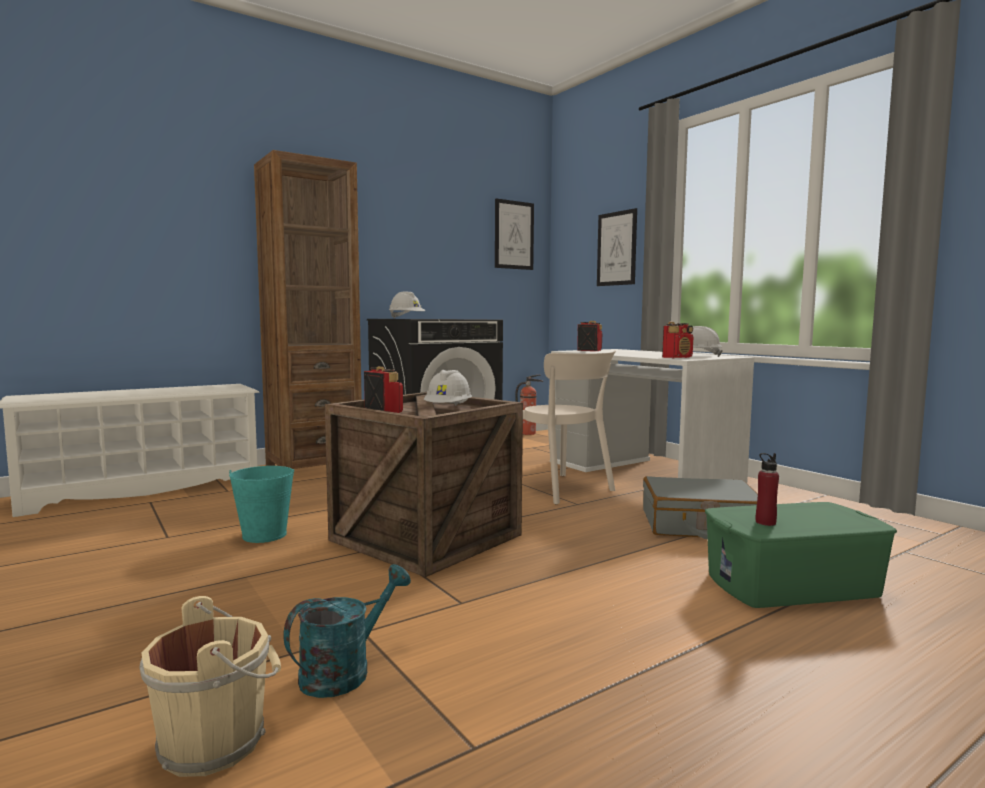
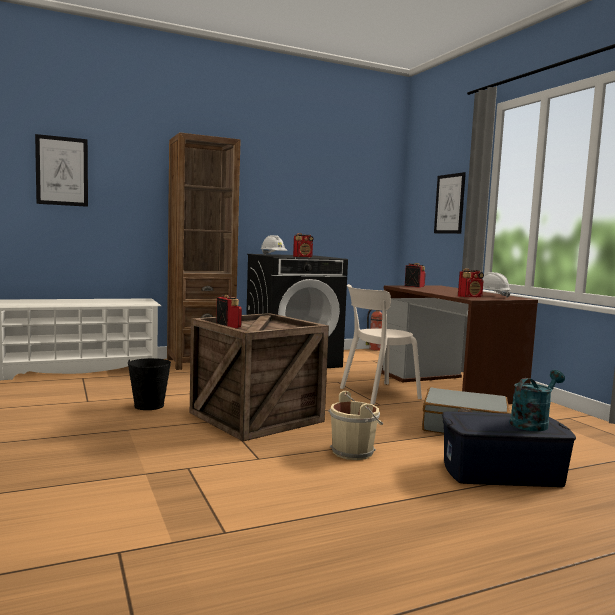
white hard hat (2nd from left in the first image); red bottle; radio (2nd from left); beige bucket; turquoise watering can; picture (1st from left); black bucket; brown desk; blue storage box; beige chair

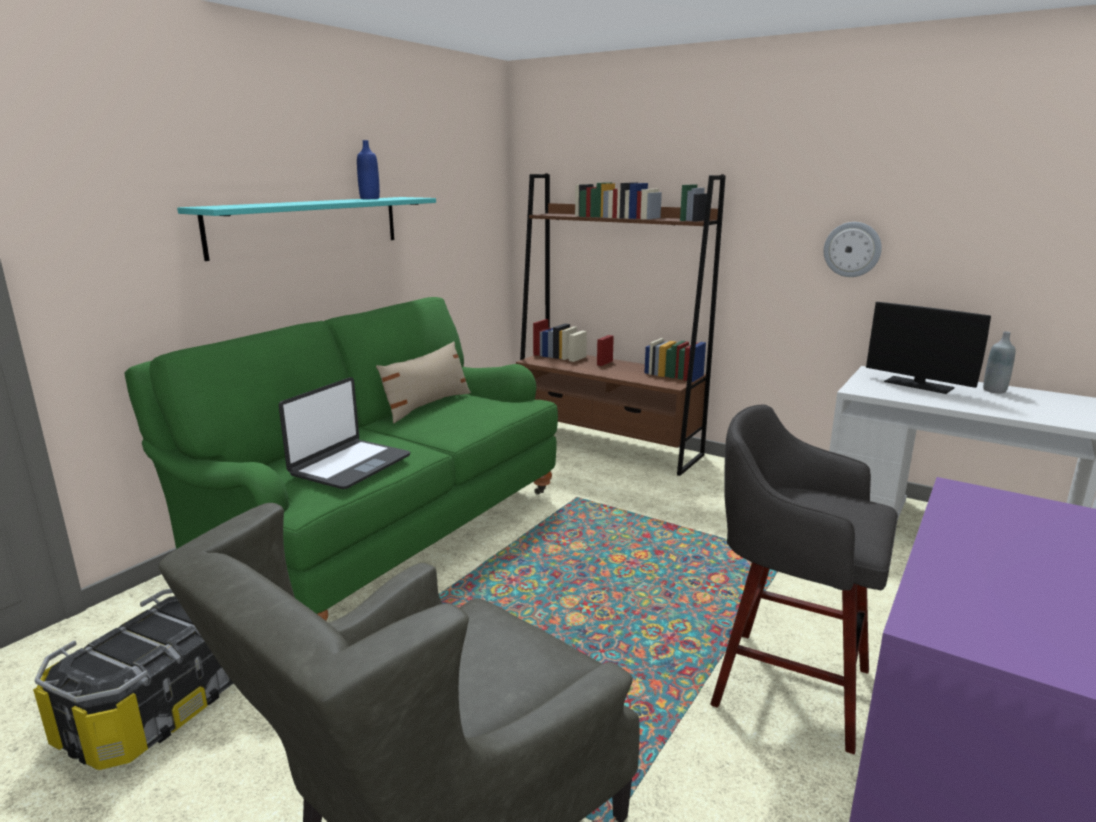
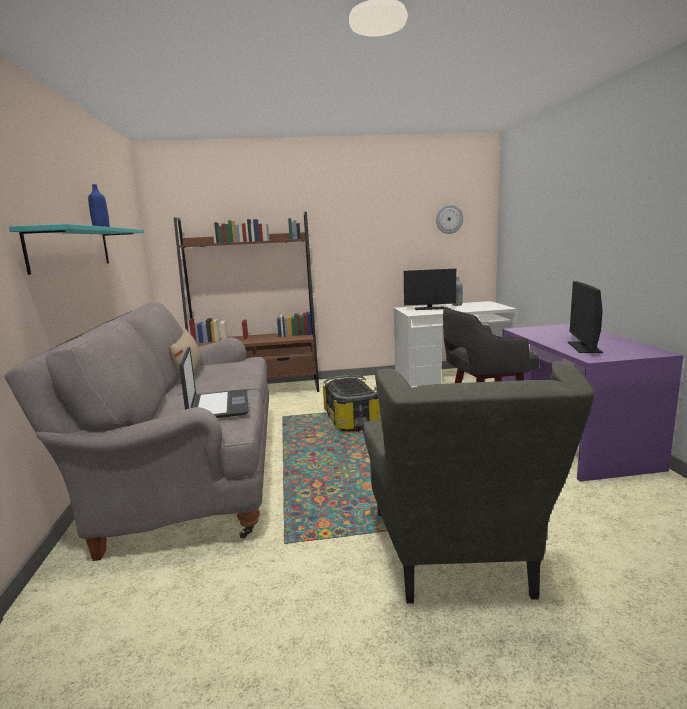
monitor (2nd from left); storage box; wall clock; grey sofa

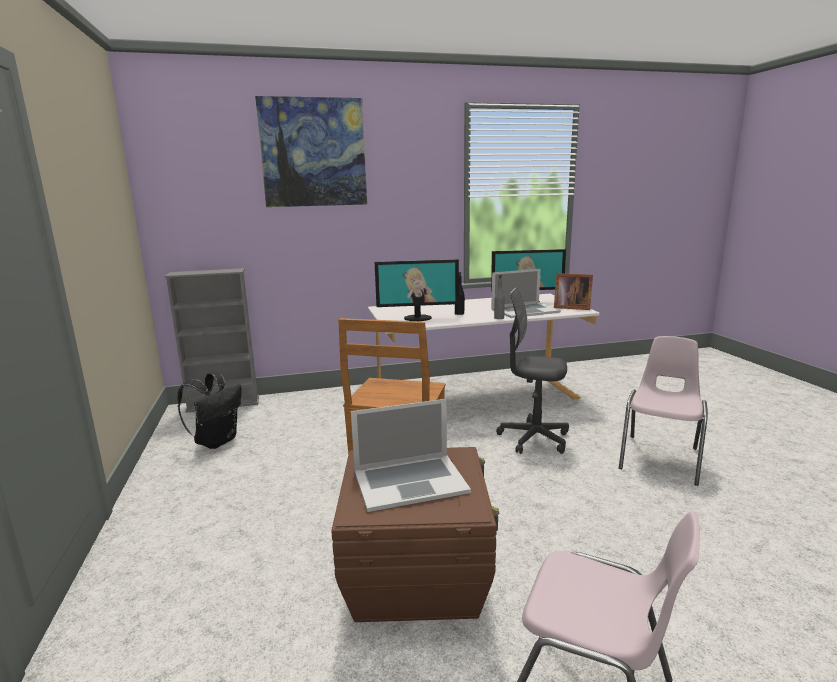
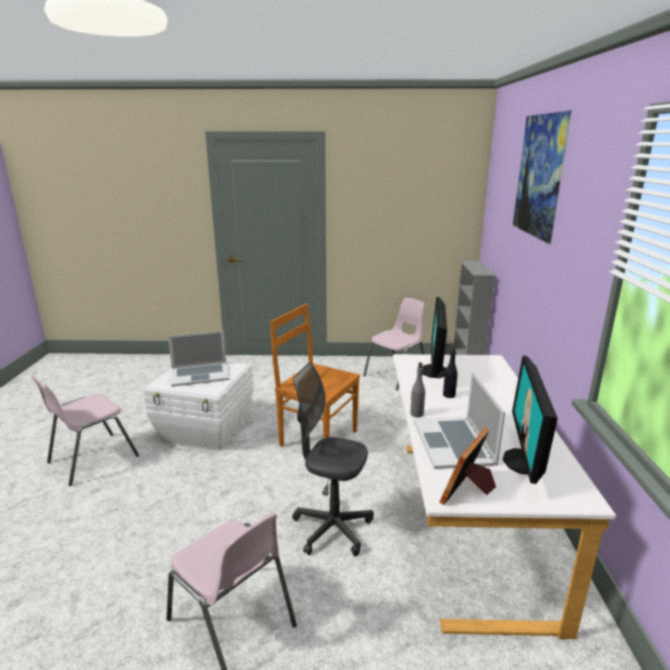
pink chair (3rd from left); white storage box; laptop (1st from left); grey office chair

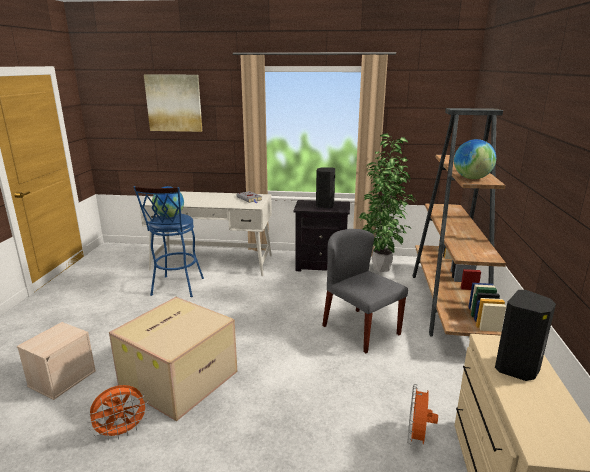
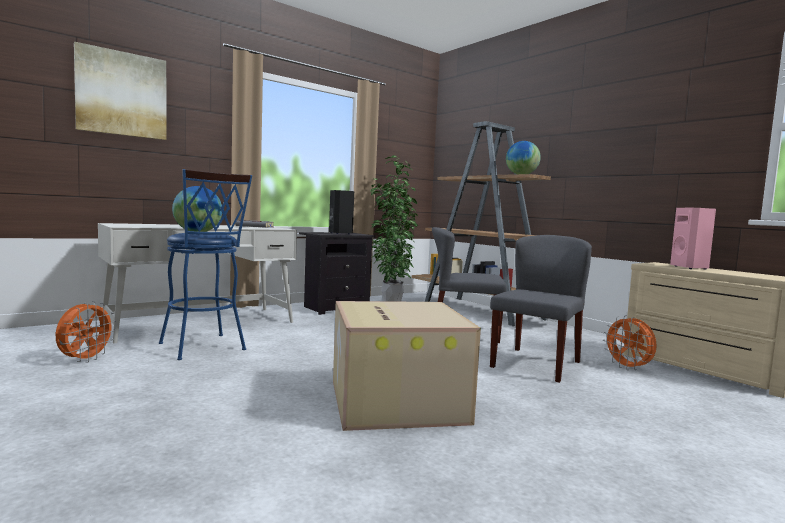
beige storage box; grey chair (2nd from left); orange fan (1st from left); pink speaker

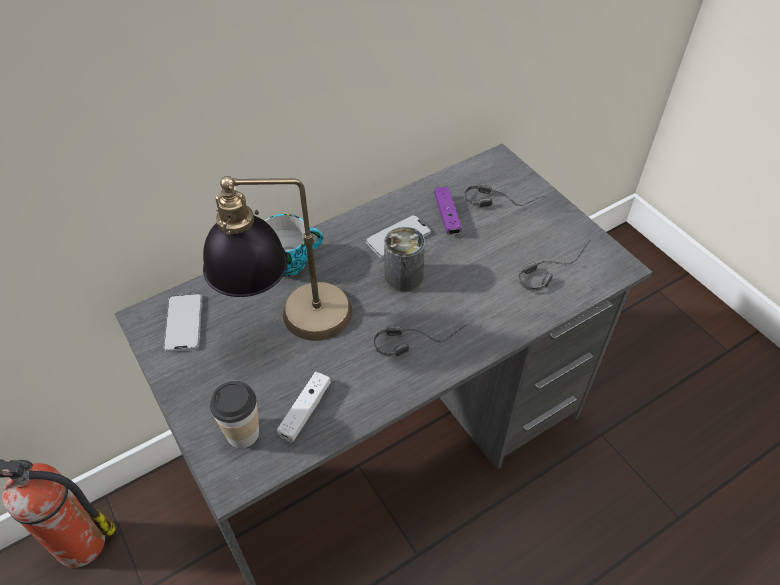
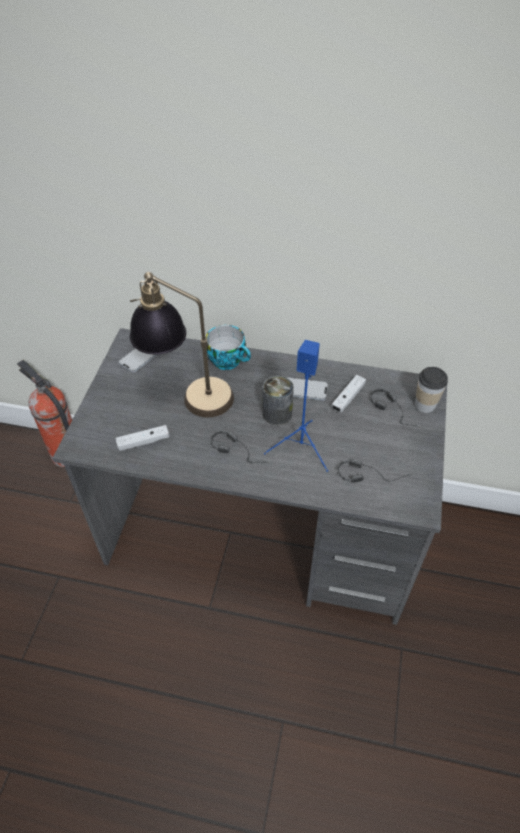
blue speaker; cup (2nd from left); white game controller (2nd from left)

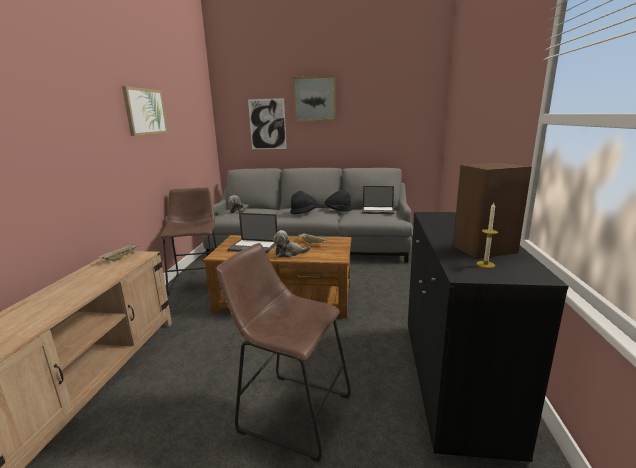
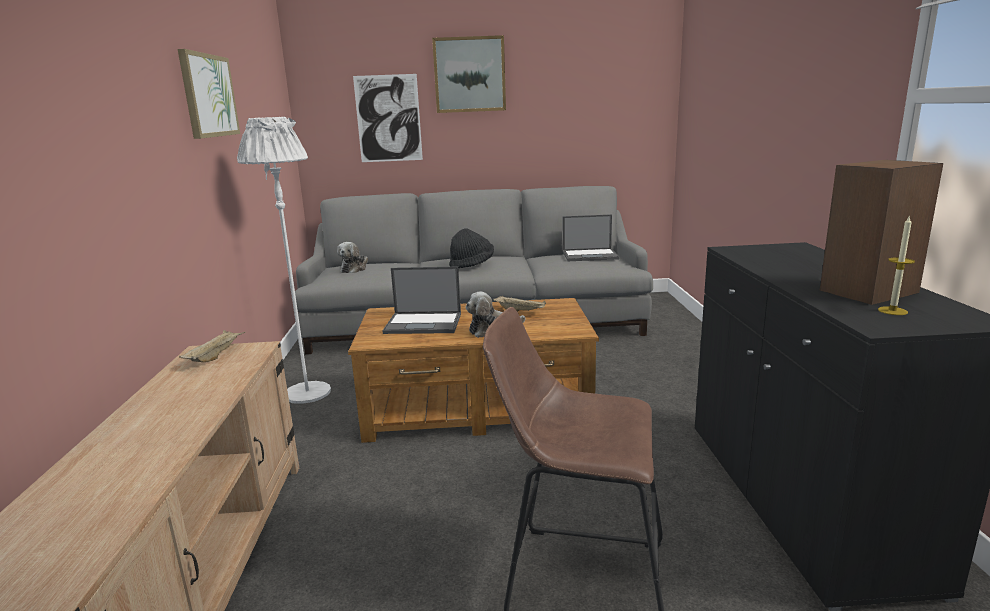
black hat (2nd from left in the first image); white floor lamp

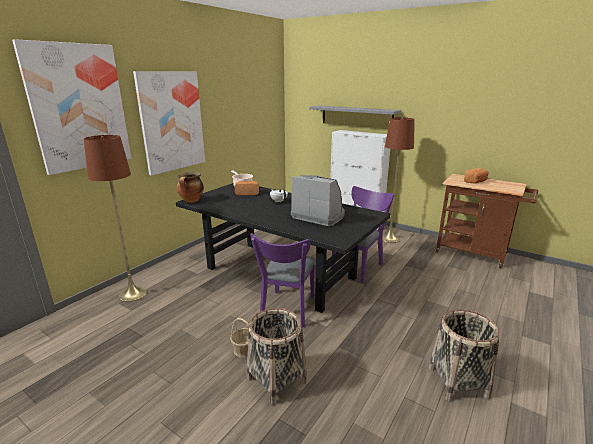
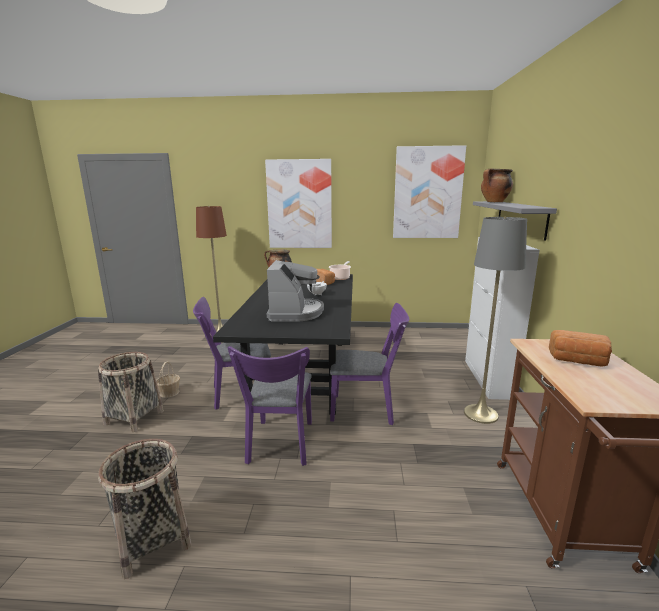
purple chair (2nd from left); cooking pot (3rd from left); picture (2nd from left); grey floor lamp

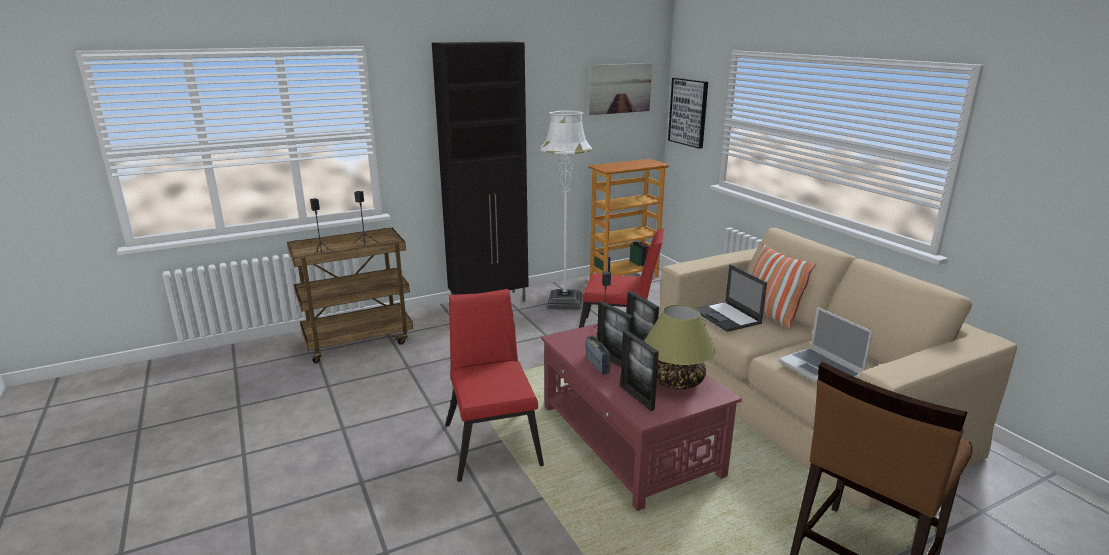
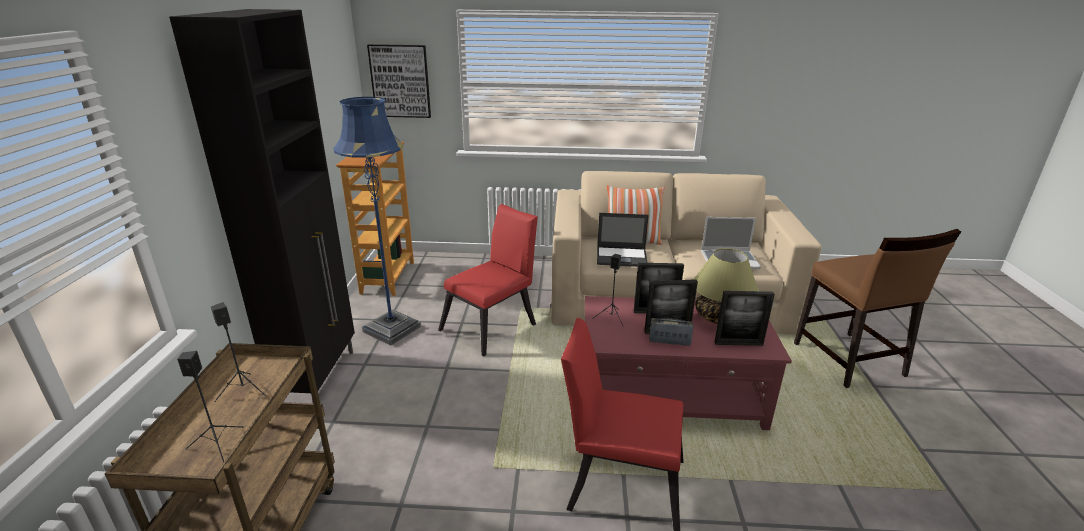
picture (1st from left in the first image); blue floor lamp

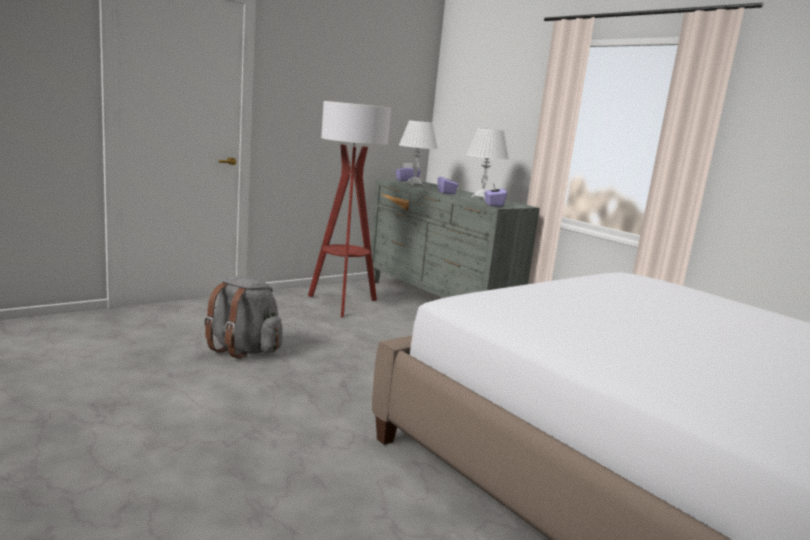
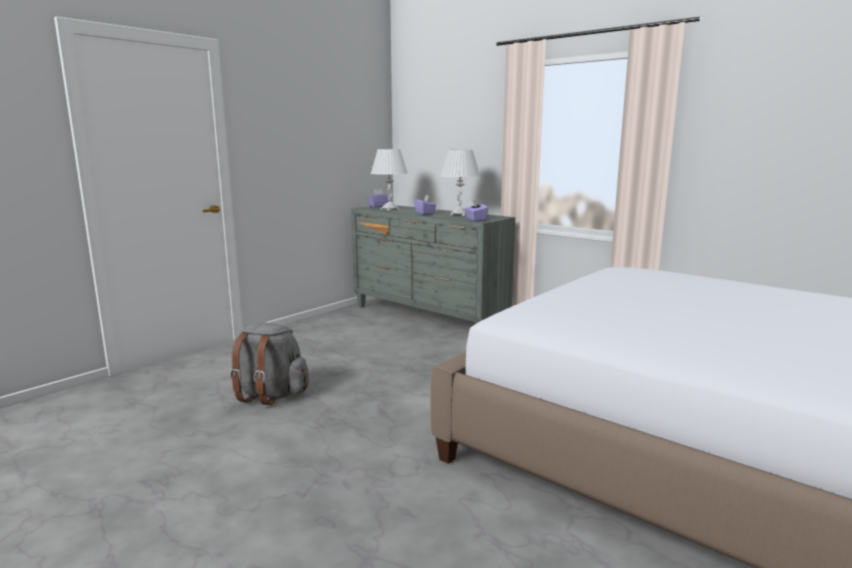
floor lamp

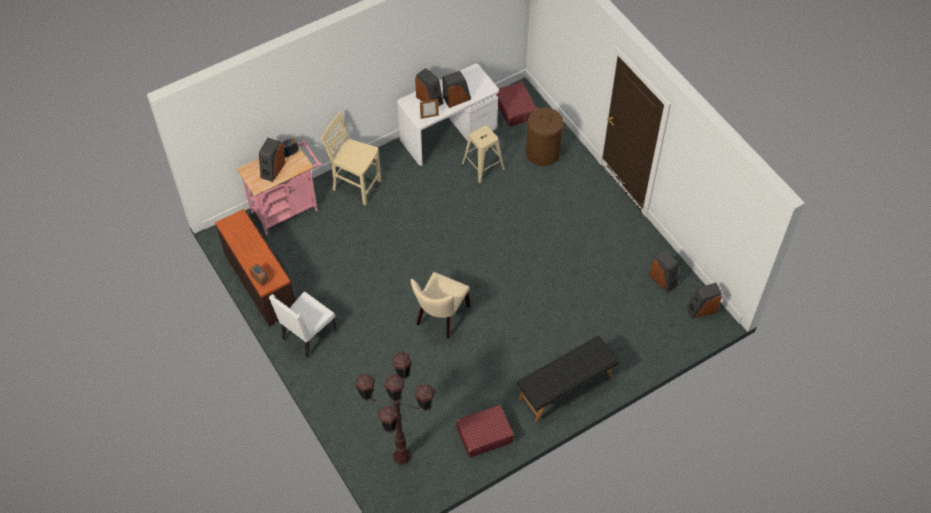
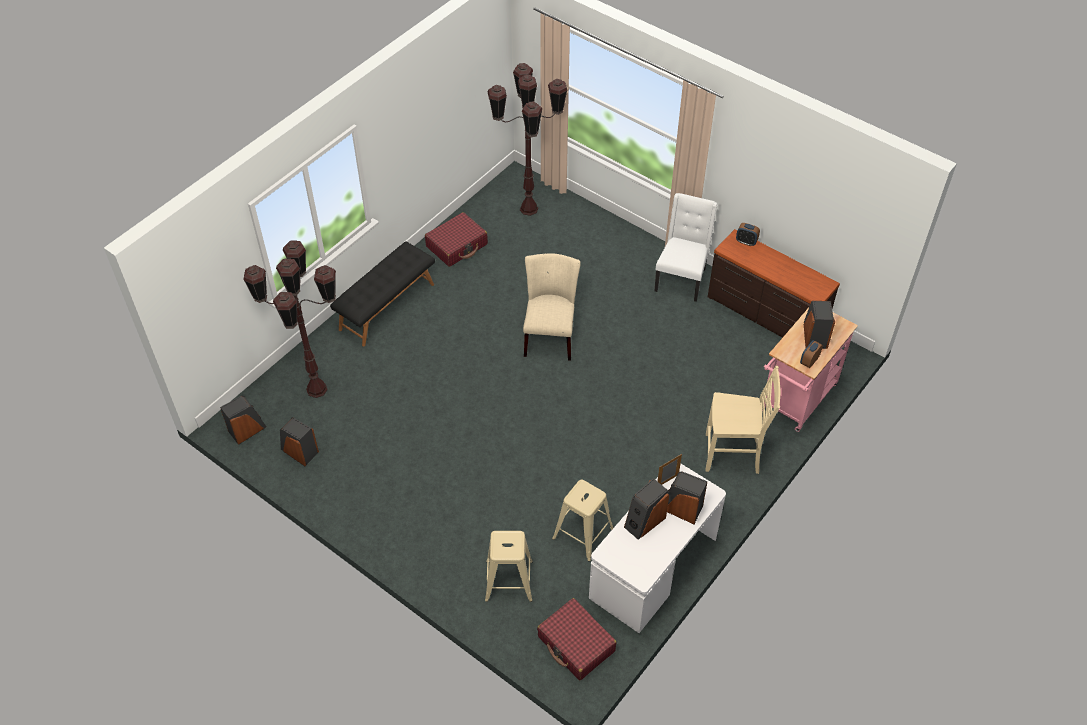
brown floor lamp (1st from left); beige stool (1st from left)

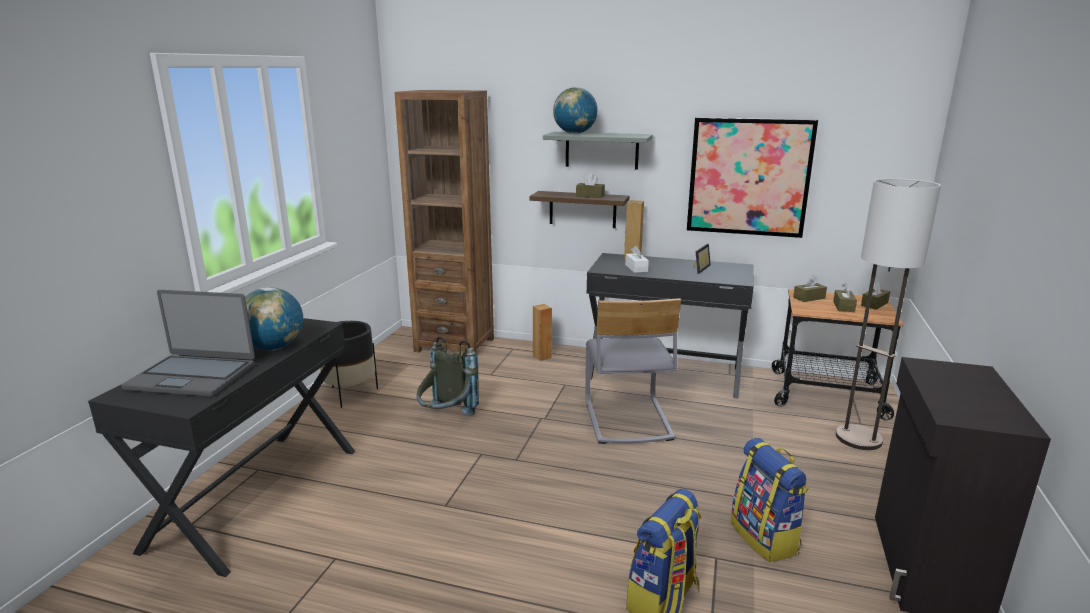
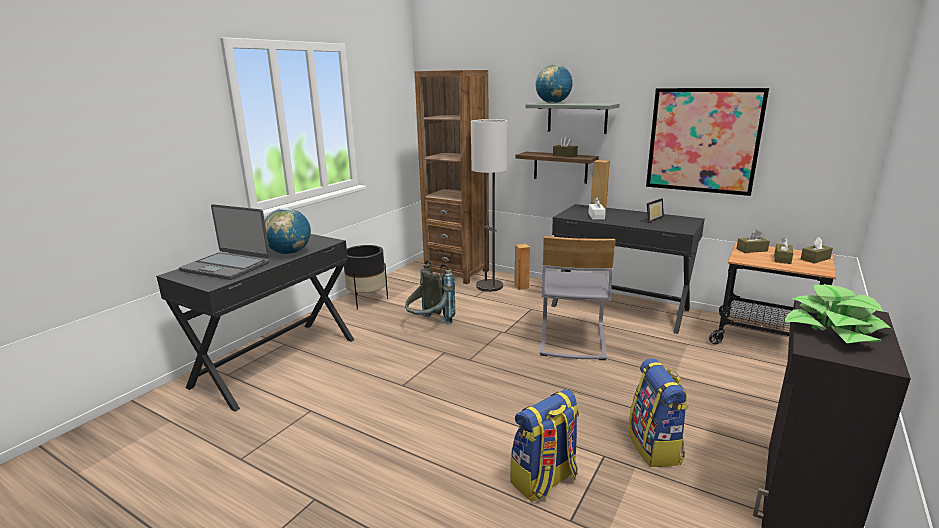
potted plant; floor lamp

